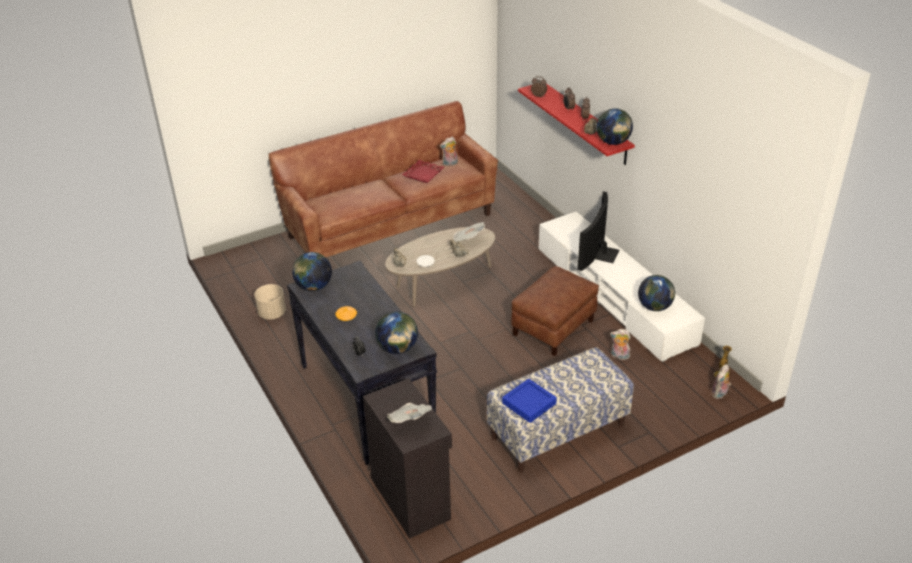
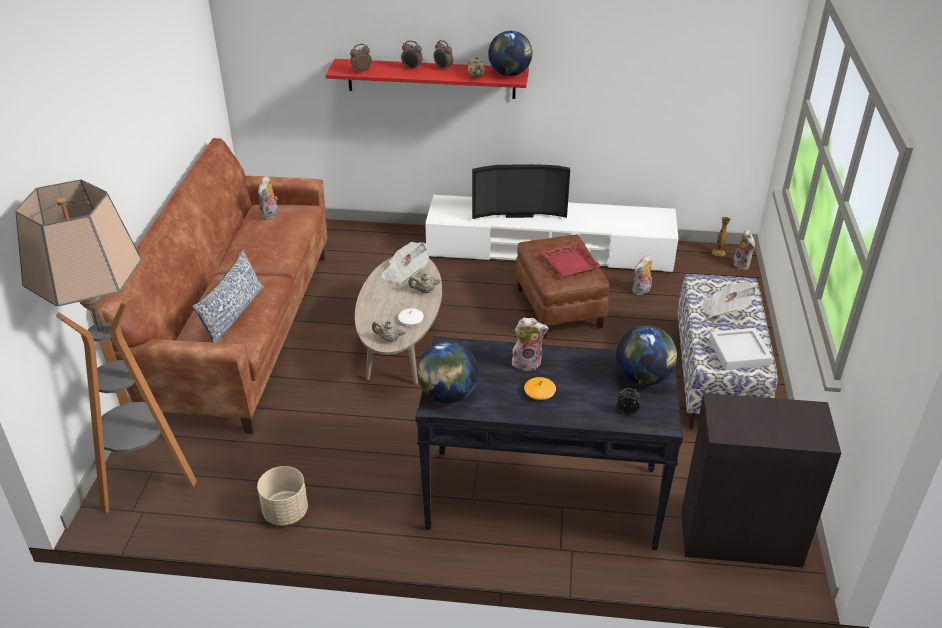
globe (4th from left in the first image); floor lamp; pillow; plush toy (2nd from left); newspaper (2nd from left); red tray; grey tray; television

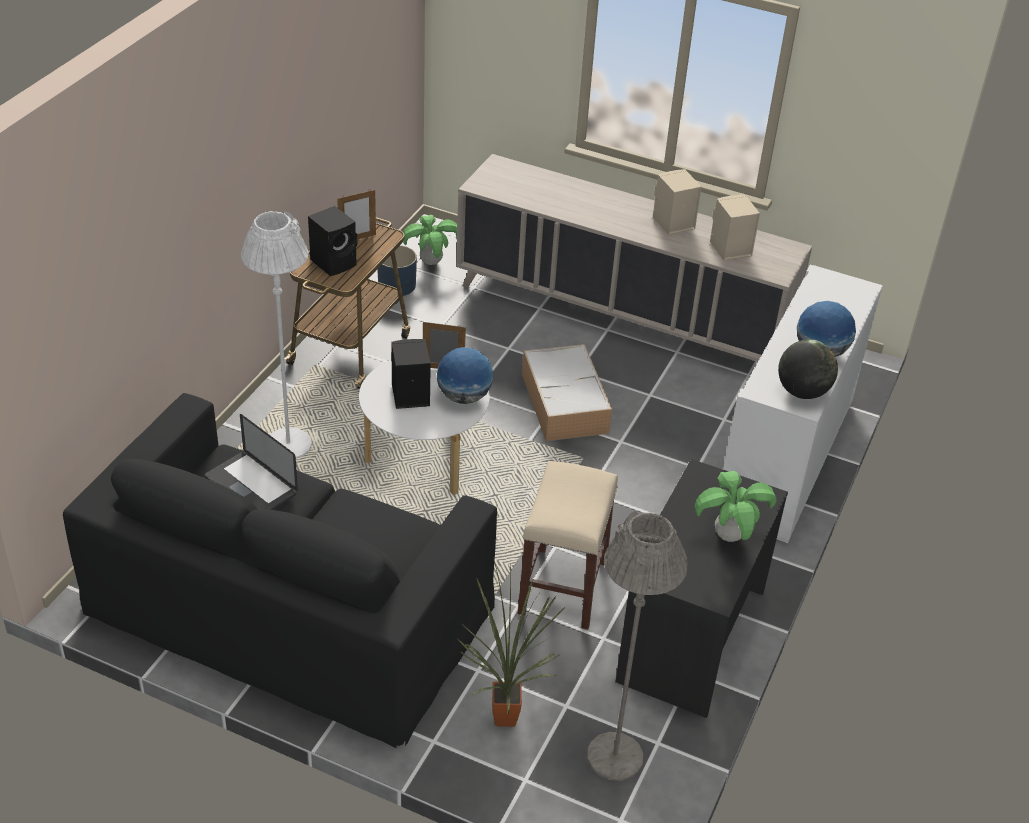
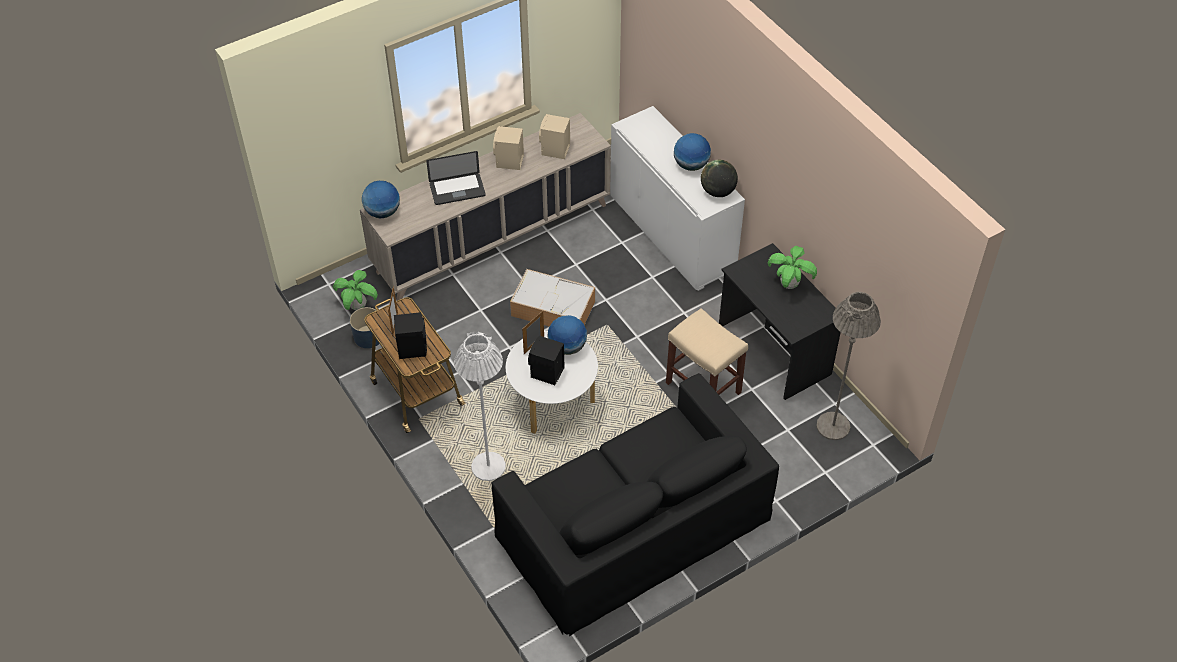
potted plant (2nd from left in the first image); globe (1st from left); laptop

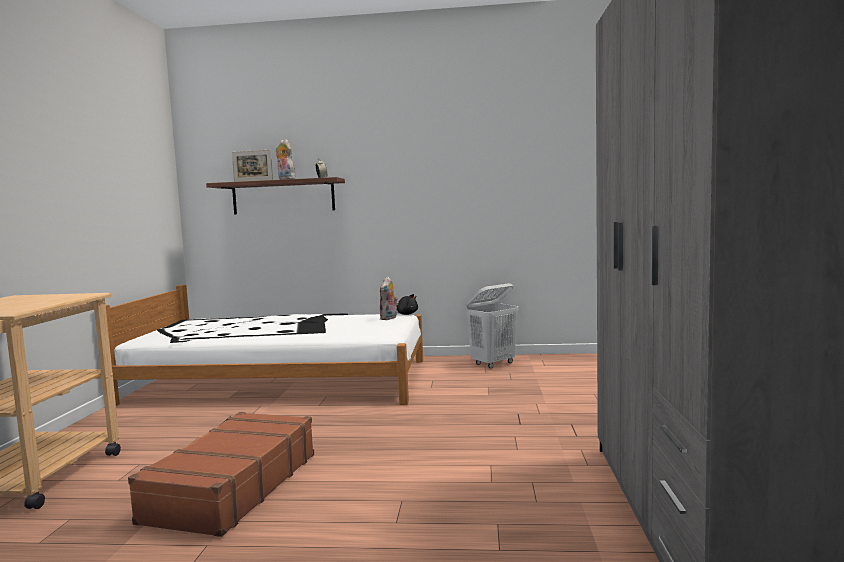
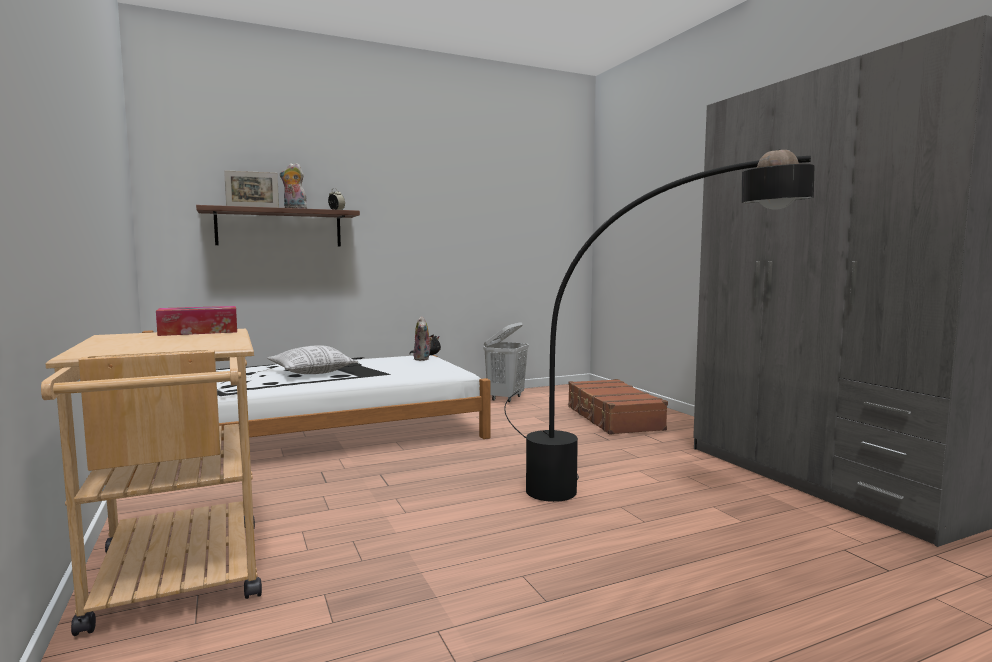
tissue box; pillow; black floor lamp; brown suitcase

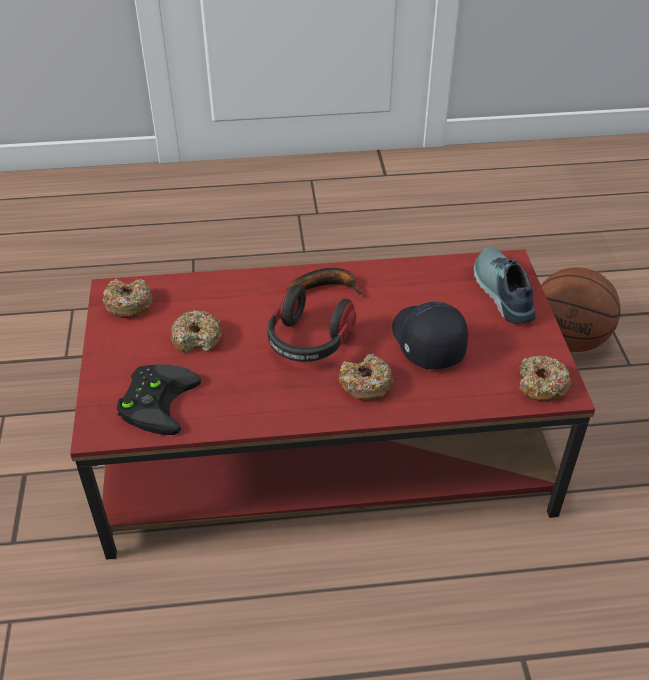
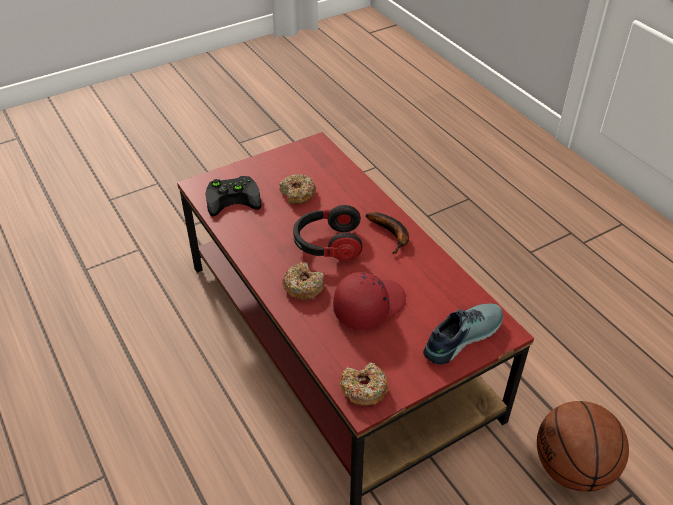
donut (1st from left in the first image); red cap

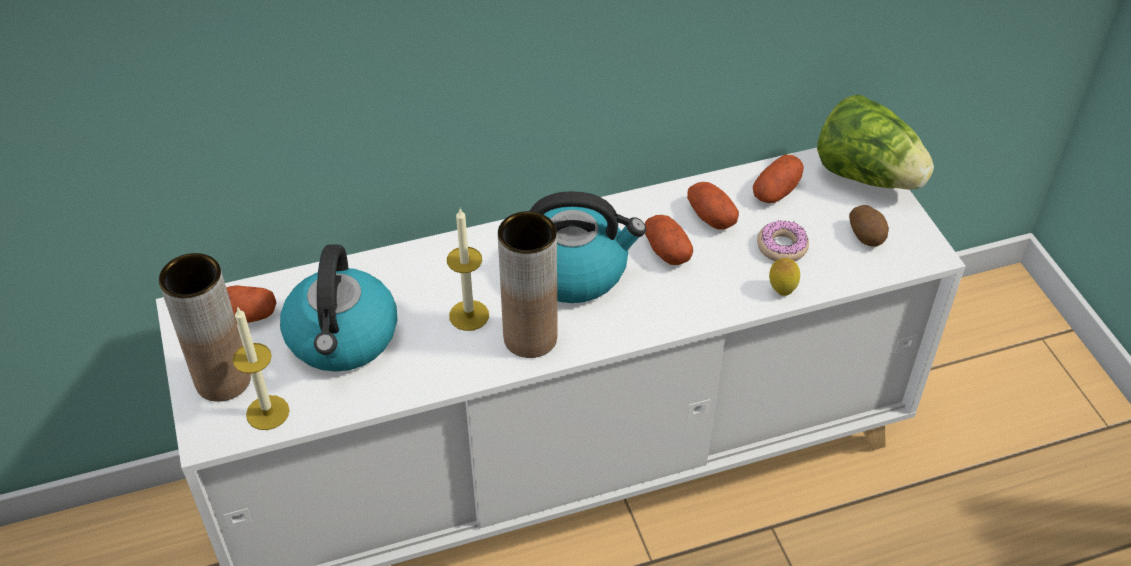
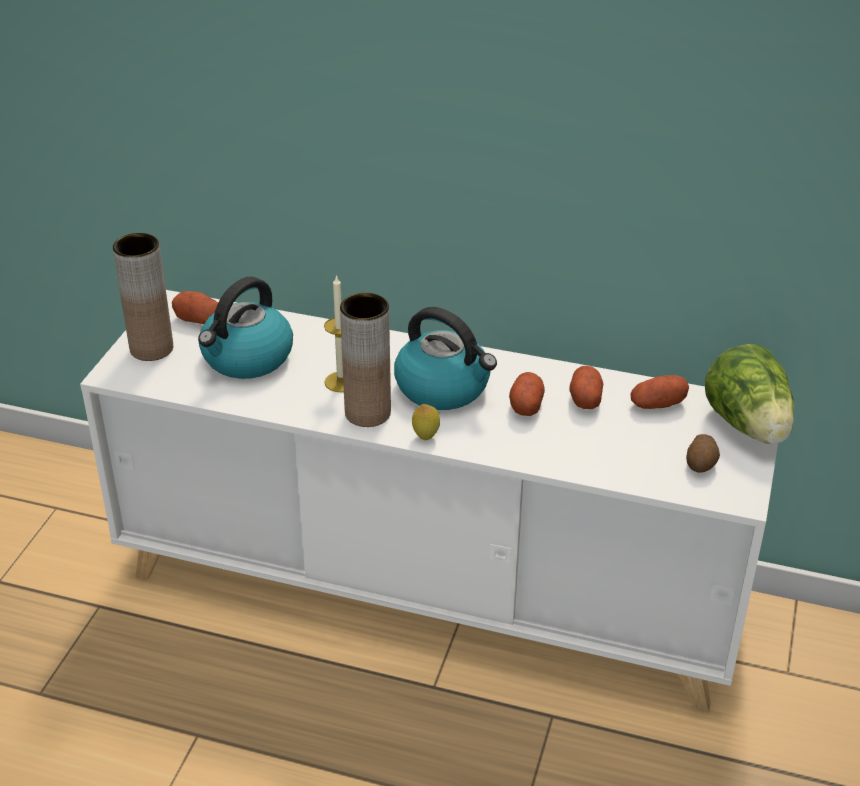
candle (1st from left in the first image); donut; lemon

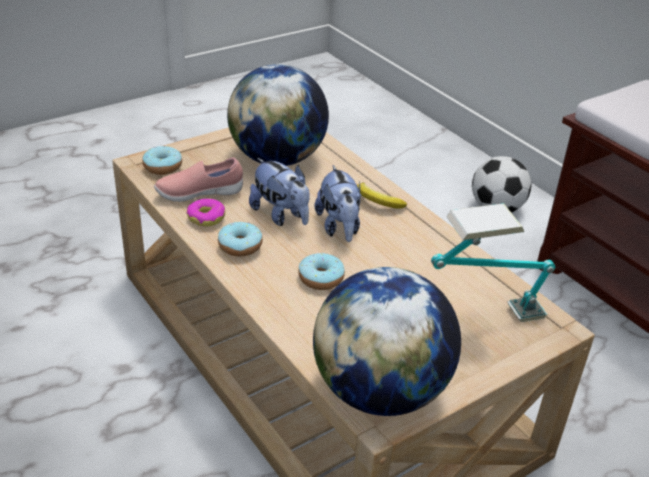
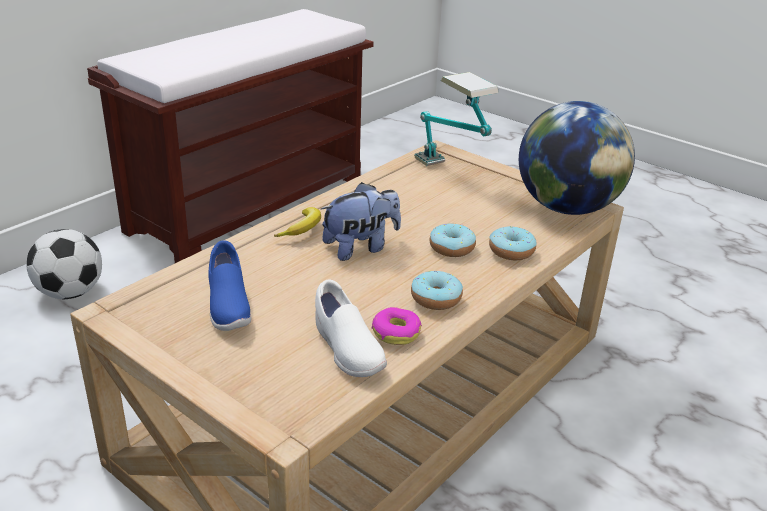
plush toy (1st from left in the first image); donut (4th from left); blue shoe; white shoe

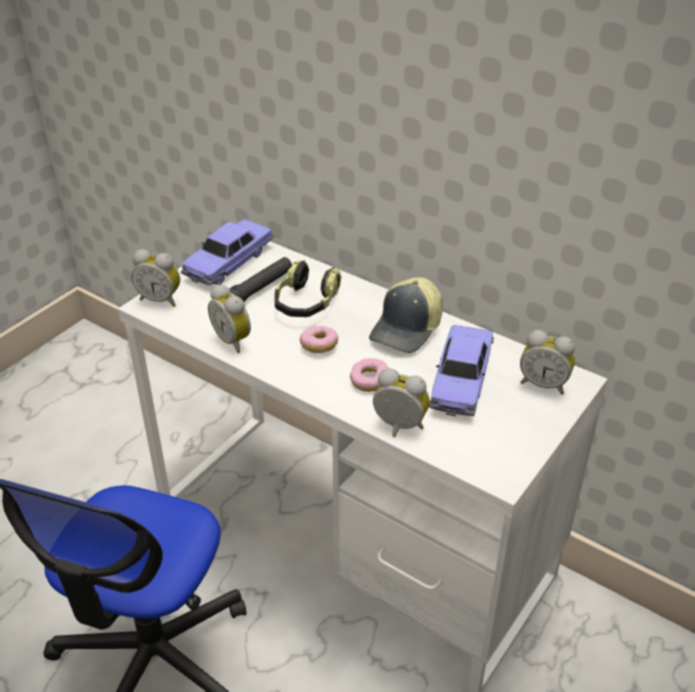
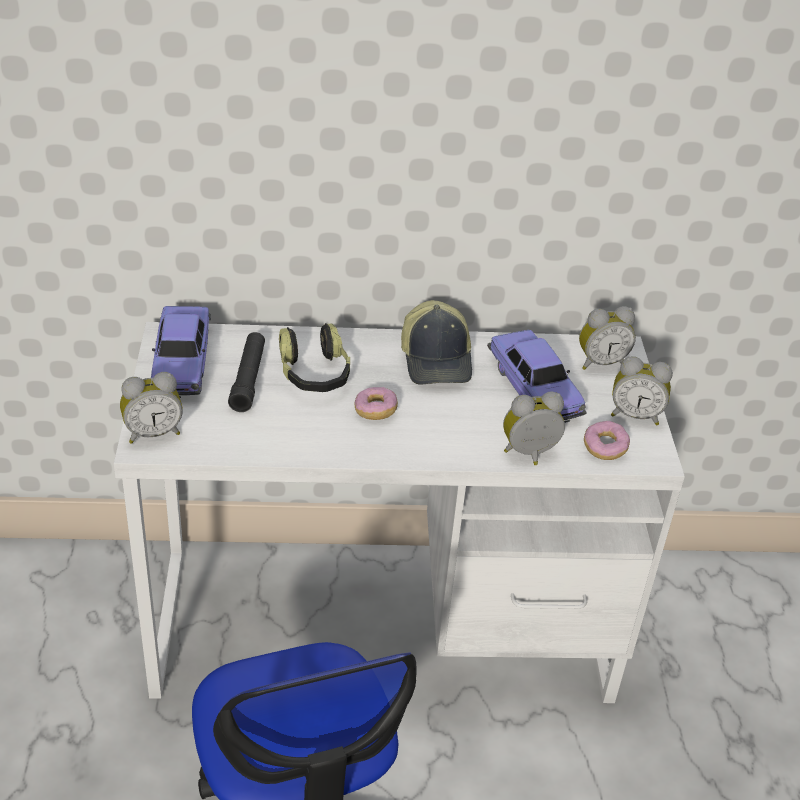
alarm clock (4th from left); donut (2nd from left)

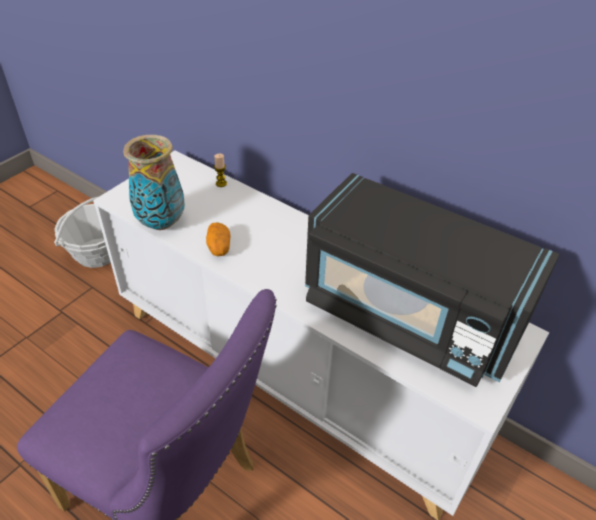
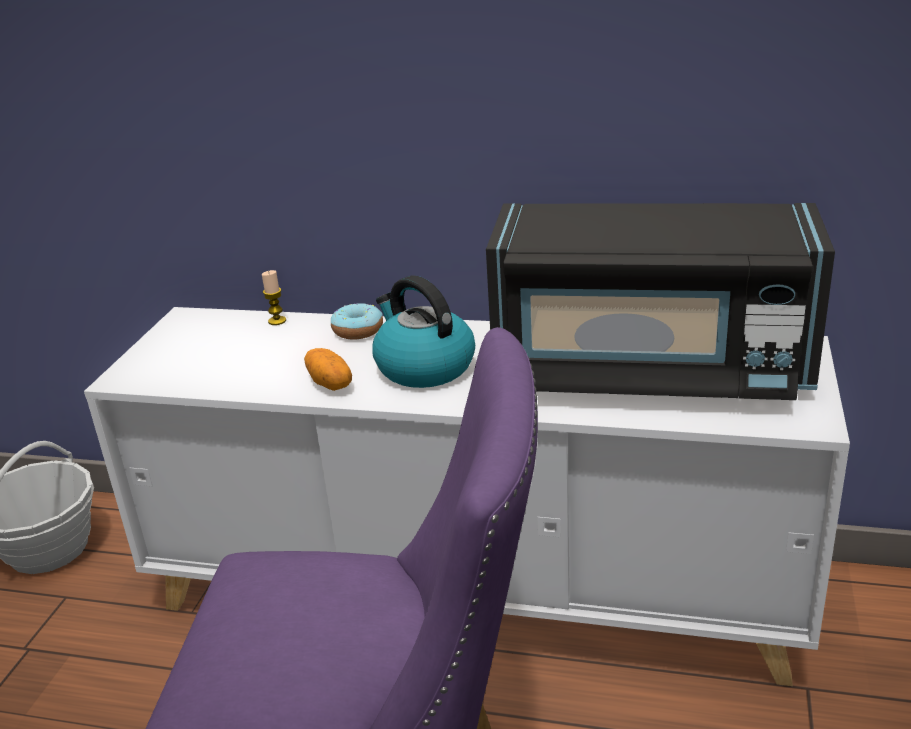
vase; donut; kettle

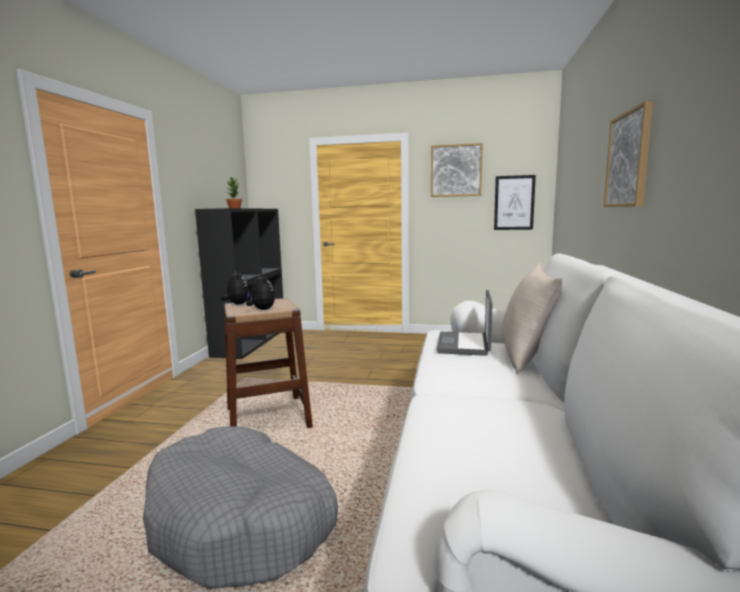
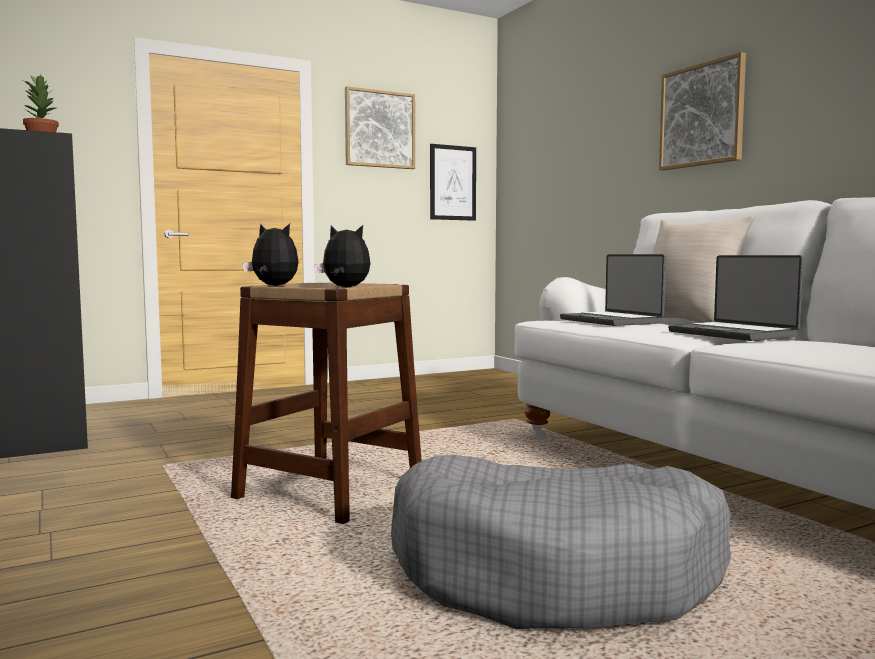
laptop (2nd from left)

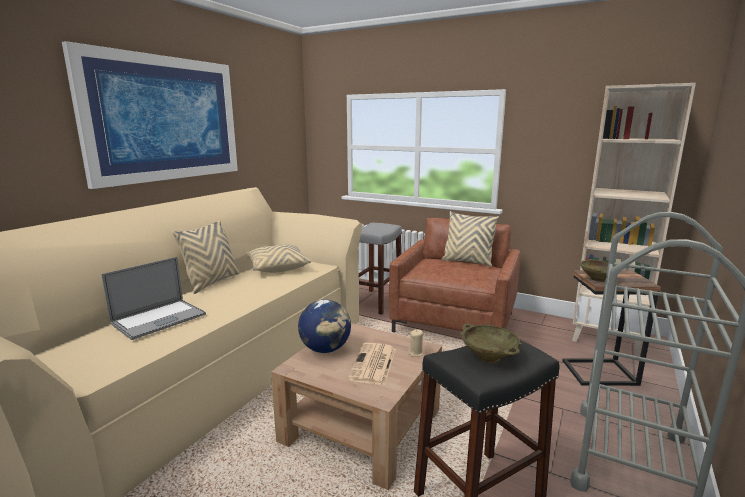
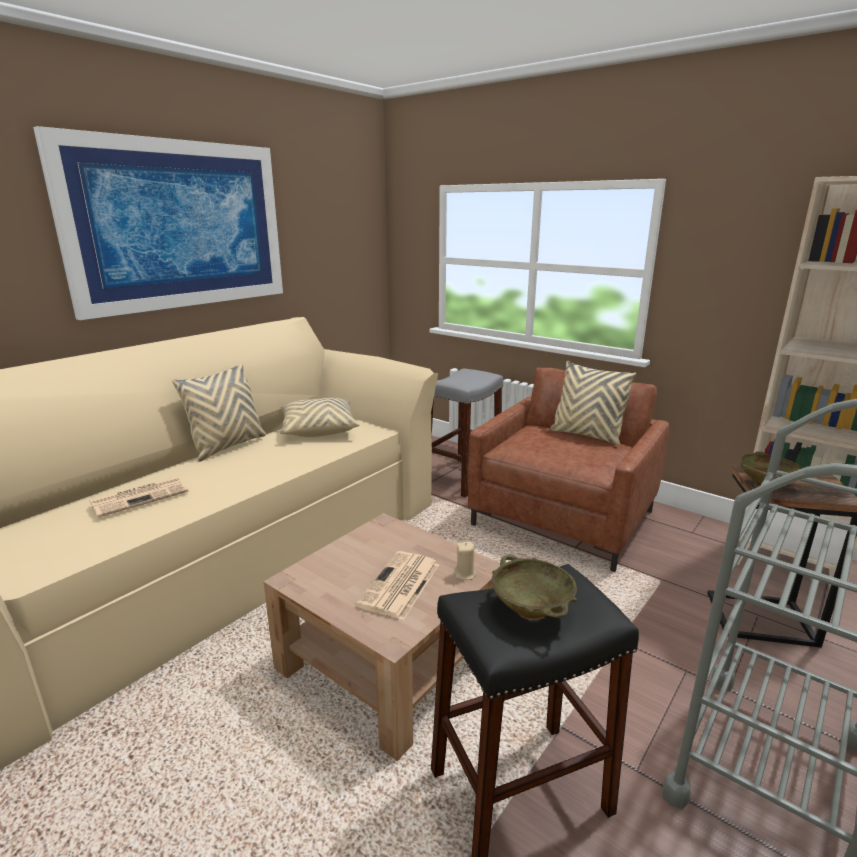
globe; newspaper (1st from left)

